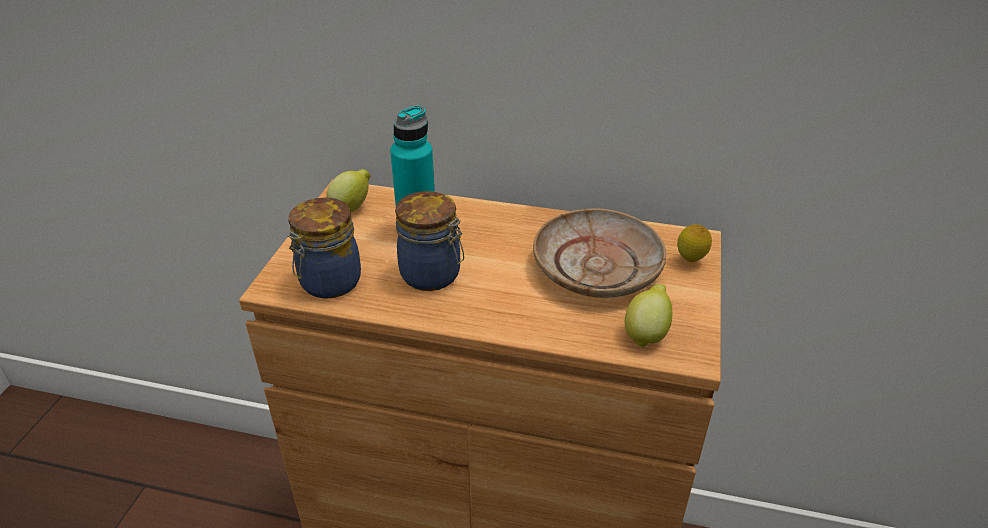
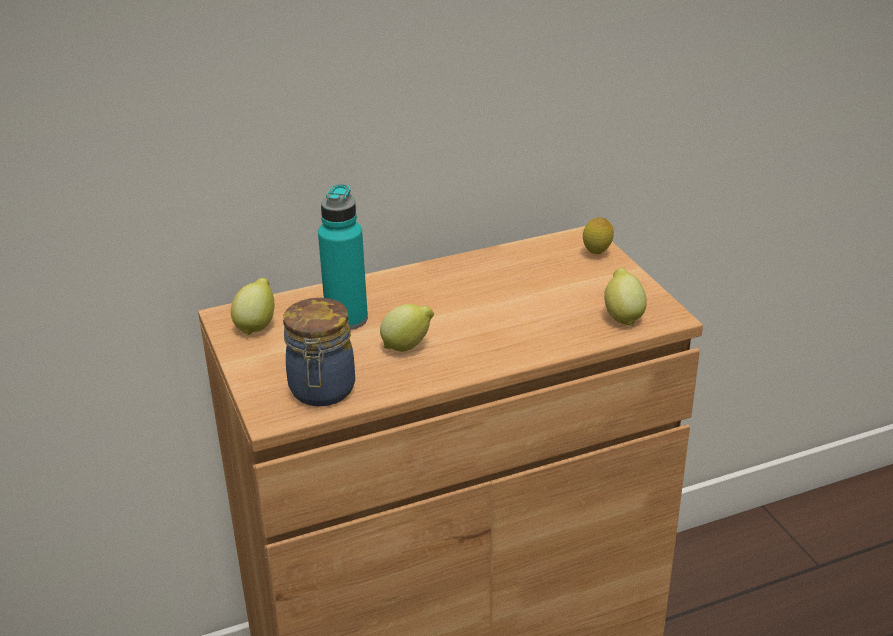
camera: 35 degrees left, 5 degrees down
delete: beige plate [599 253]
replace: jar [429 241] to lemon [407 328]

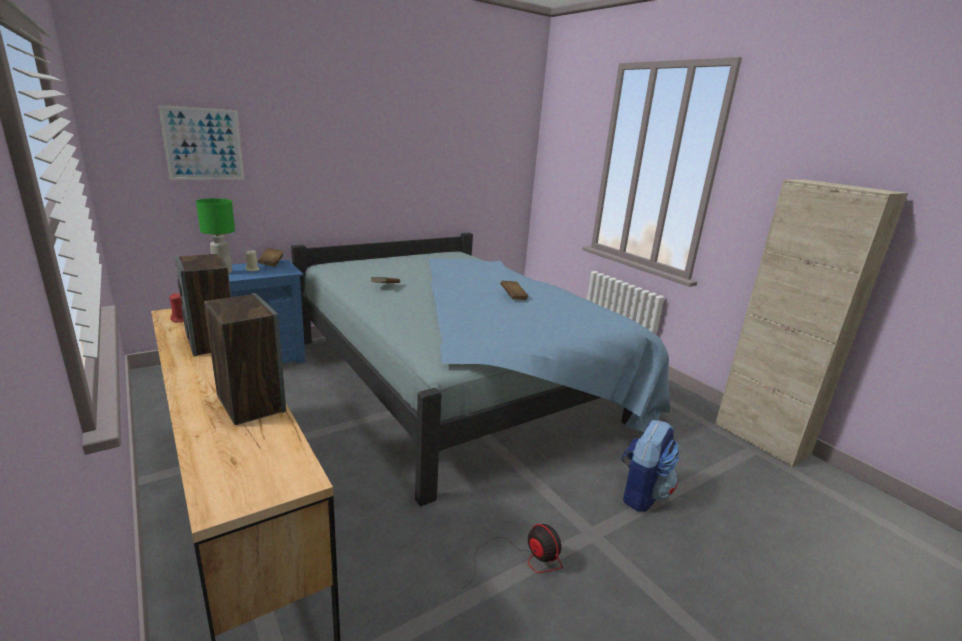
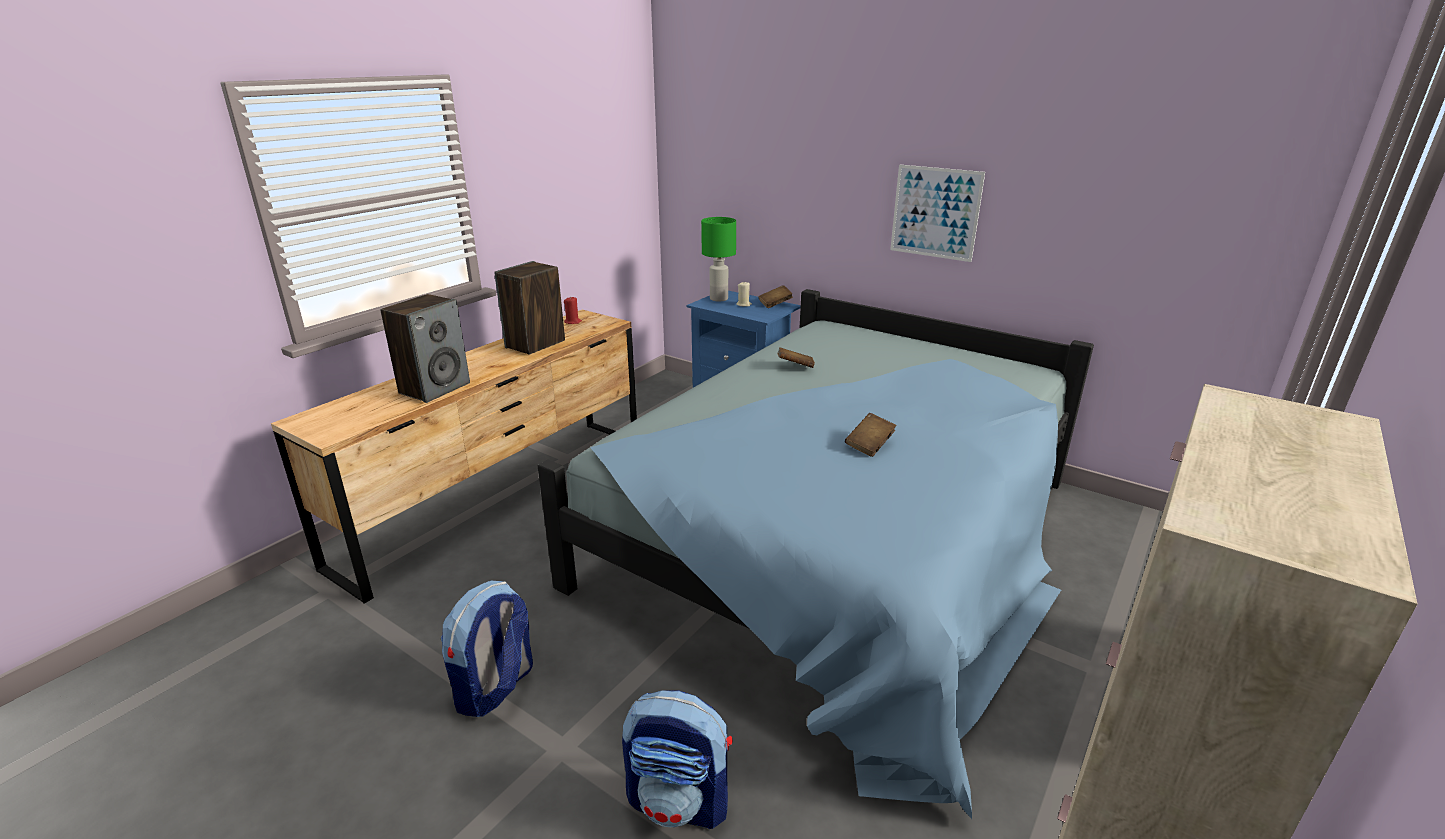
camera: 70 degrees right, 5 degrees up
move: picture [201 142] to [937 213]
replace: fan [511 557] to backpack [487 649]

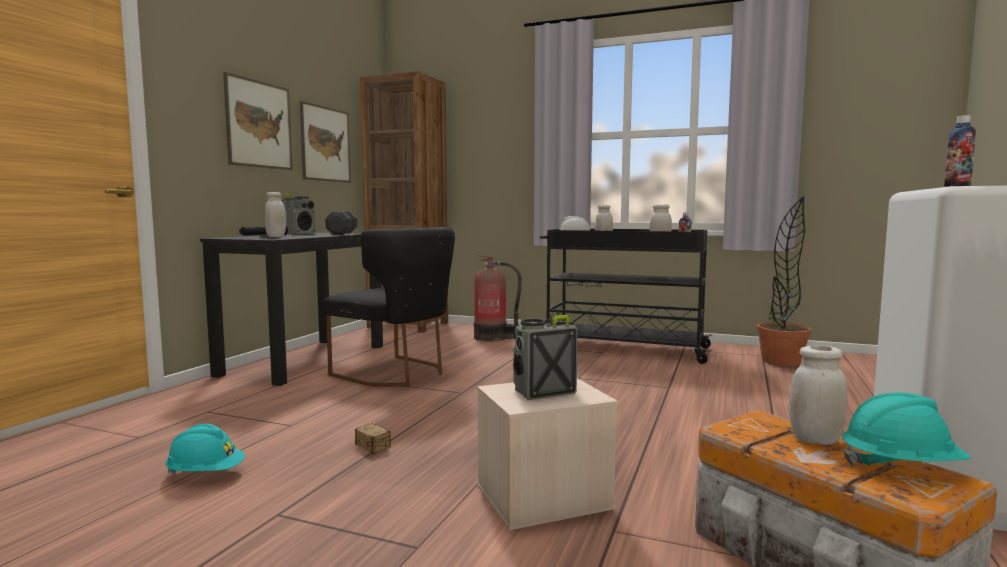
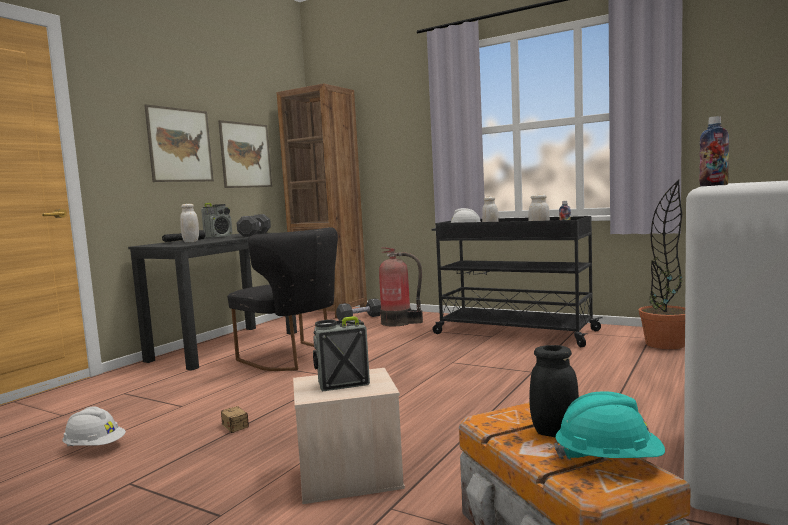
camera: 10 degrees right, 0 degrees up
insert: black dumbbell [358 309]
recolor: turquoise hard hat [205 448] to white hard hat [94 426]; white jar [818 395] to black jar [554 391]

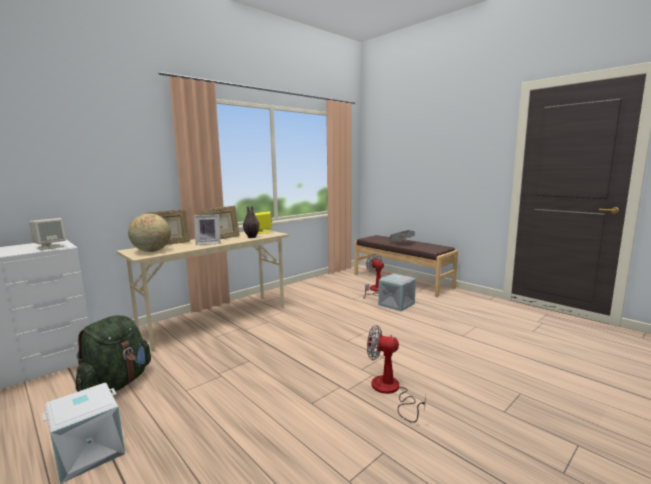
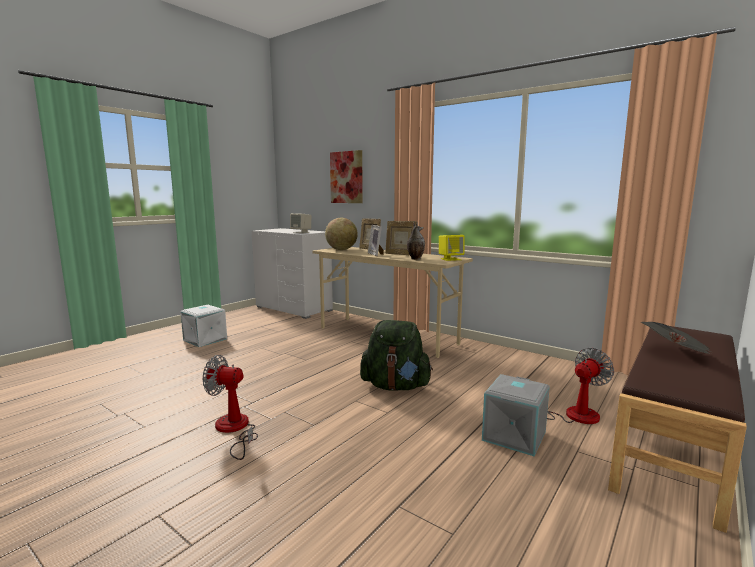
camera: 80 degrees right, 0 degrees up
insert: picture [346 176]
move: green backpack [113 354] to [396 355]
rotate: fan [396 374] = [230 407] 90 degrees counterclockwise

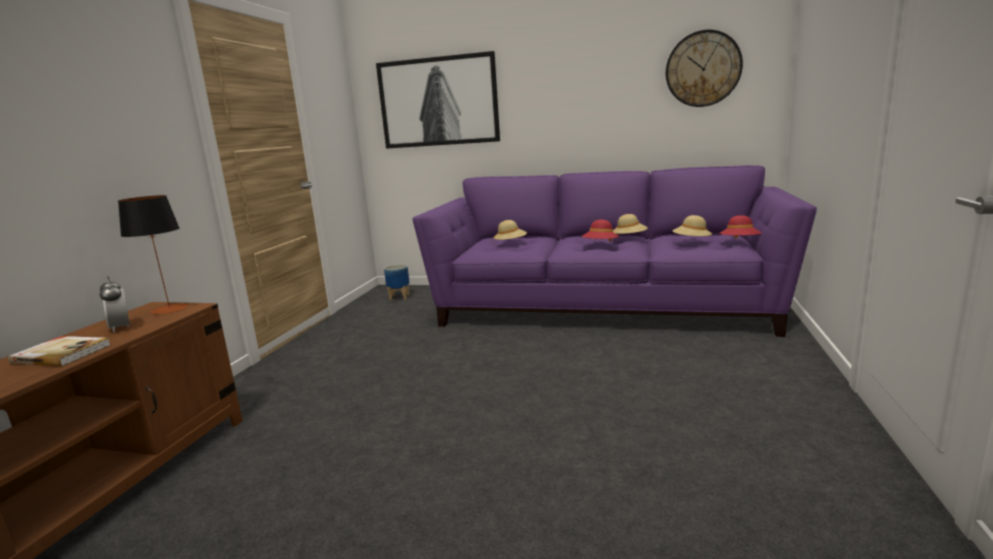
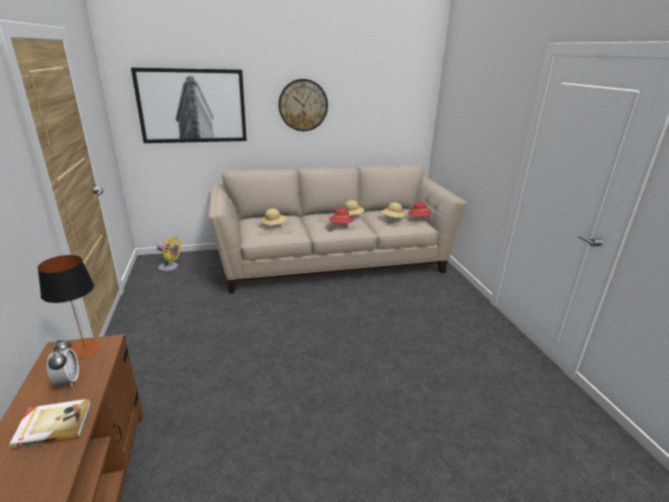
camera: 30 degrees left, 10 degrees up
move: wall clock [704 68] to [303 105]
replace: planter [397 282] to yellow fan [169 254]
recolor: purple sofa [614 251] to beige sofa [338 229]
rotate: alarm clock [114 304] = [63 363] 135 degrees counterclockwise

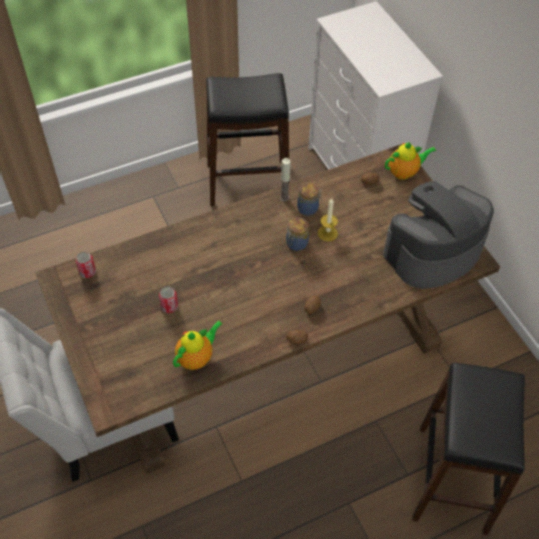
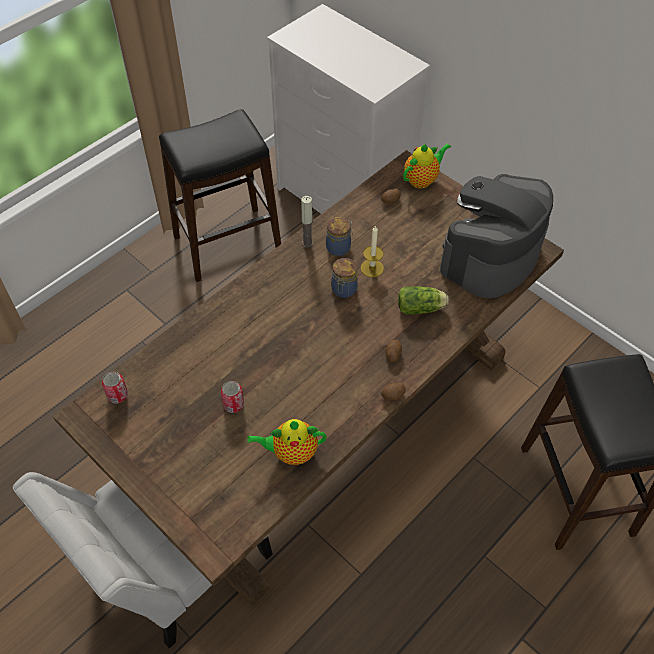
camera: 20 degrees left, 0 degrees up
insert: lettuce [423 300]
rotate: teapot [197 345] = [287 442] 120 degrees counterclockwise

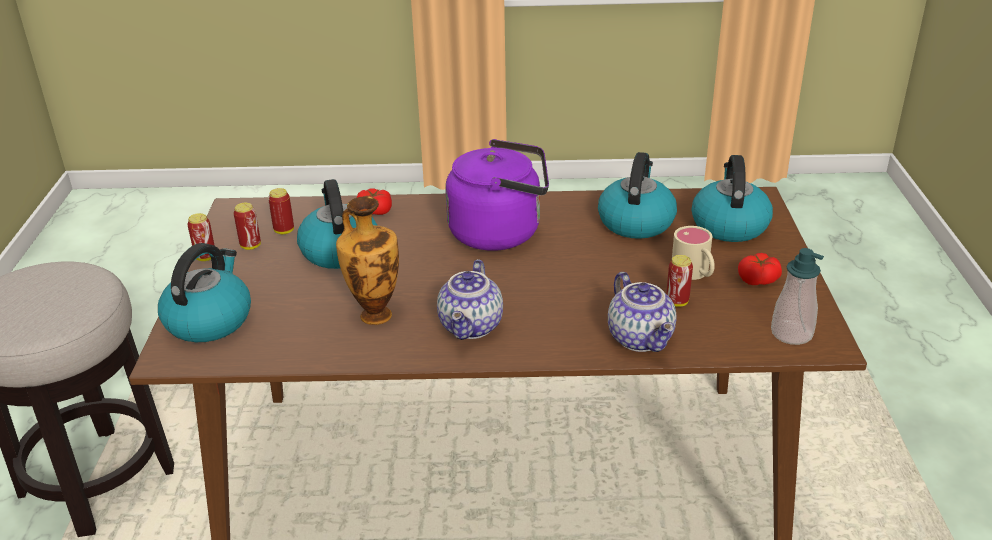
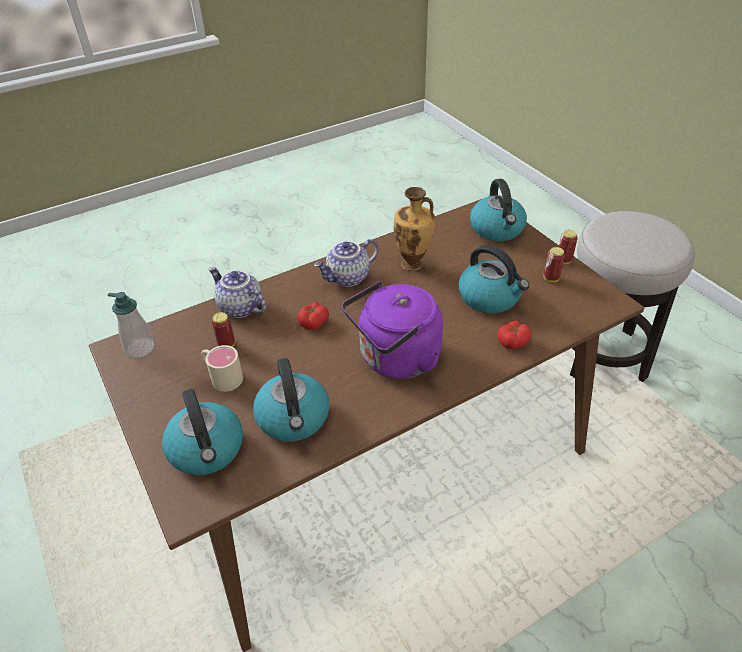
camera: 150 degrees right, 10 degrees up
delete: can [281 211]
move: tomato [760 269] to [313 316]
rotate: teapot [470 299] = [346 263] 105 degrees counterclockwise

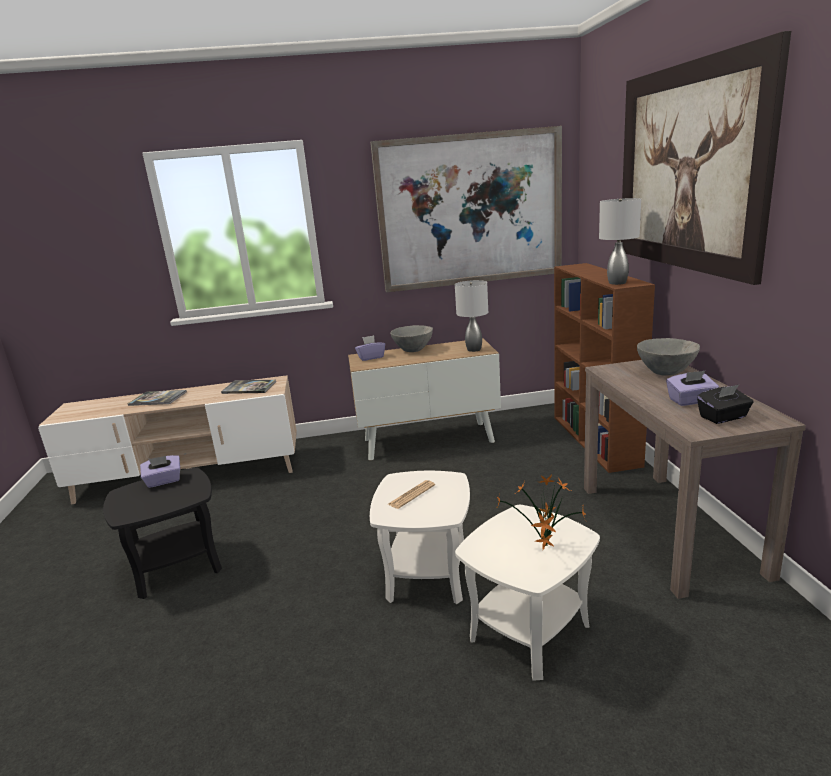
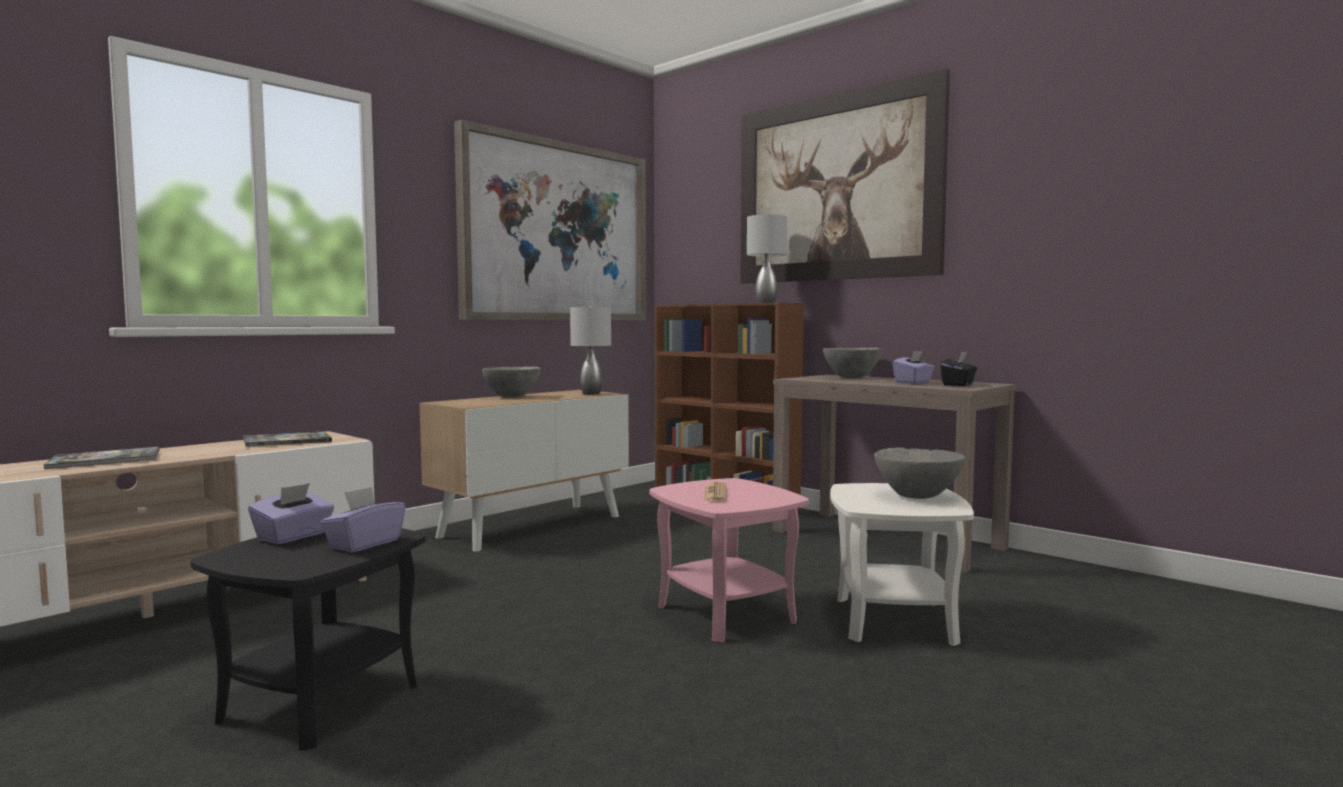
camera: 40 degrees left, 15 degrees down
move: purple tissue box [370 348] to [363 519]
replace: potted plant [541 512] to grey bowl [919 473]
recolor: white side table [420 537] to pink side table [729 560]

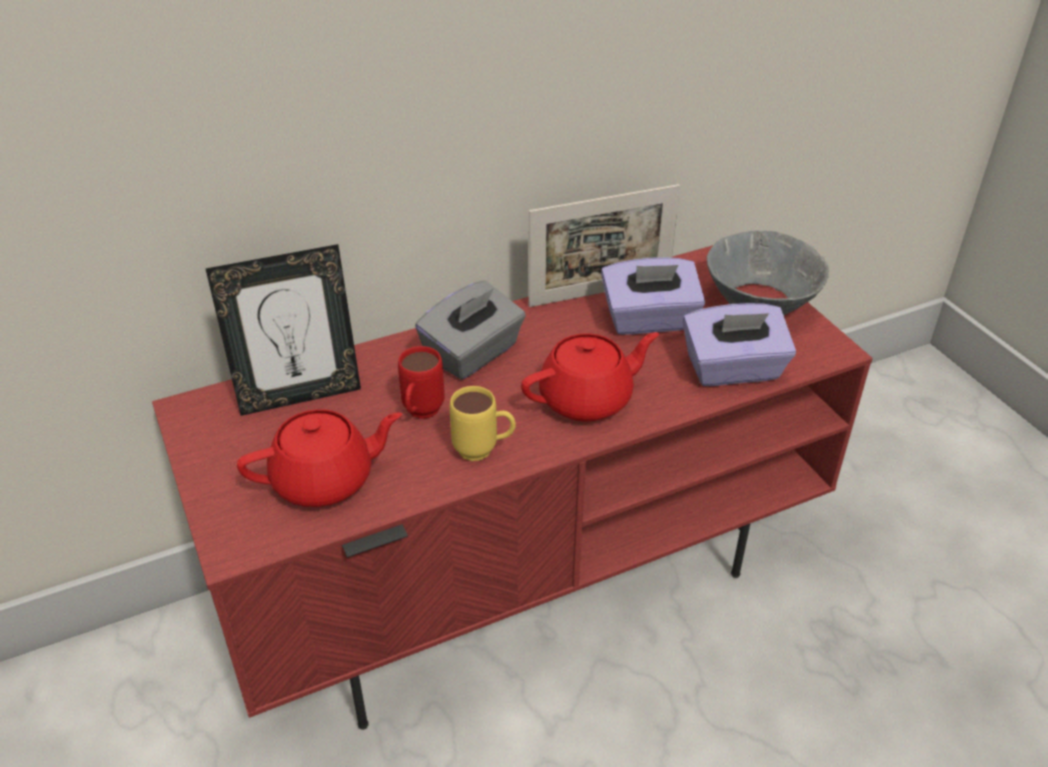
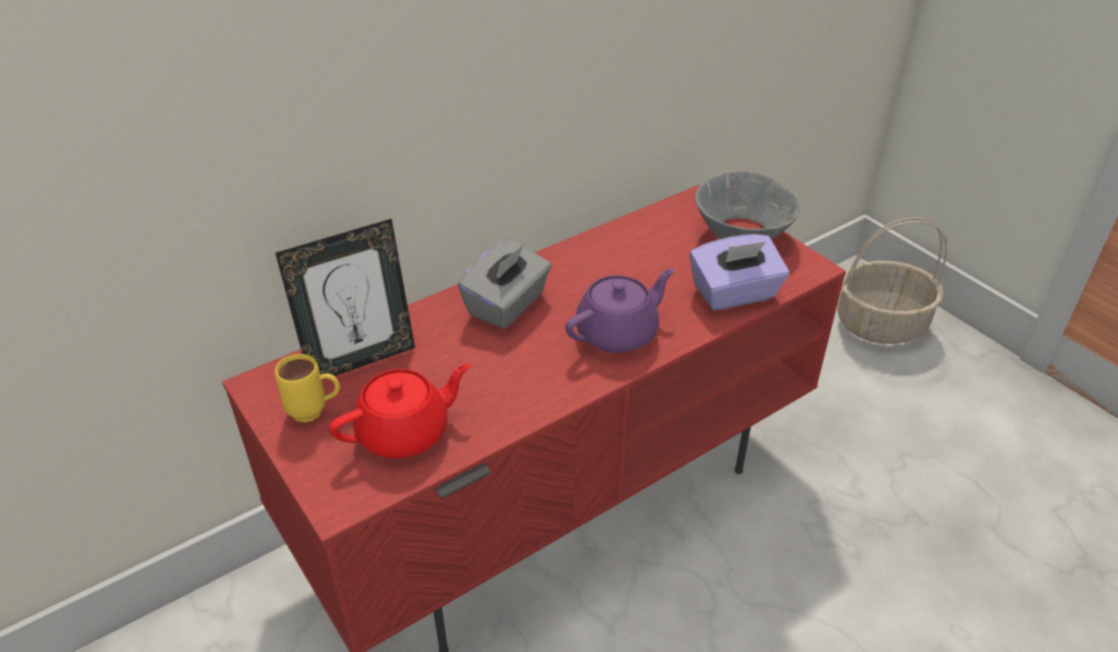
camera: 10 degrees left, 0 degrees up
delete: red mug [421 382]; picture frame [604 245]; purple tissue box [653 296]
insert: basket [892 280]
move: yellow mug [483 423] to [307 388]
recolor: red teapot [590 376] to purple teapot [619 310]

